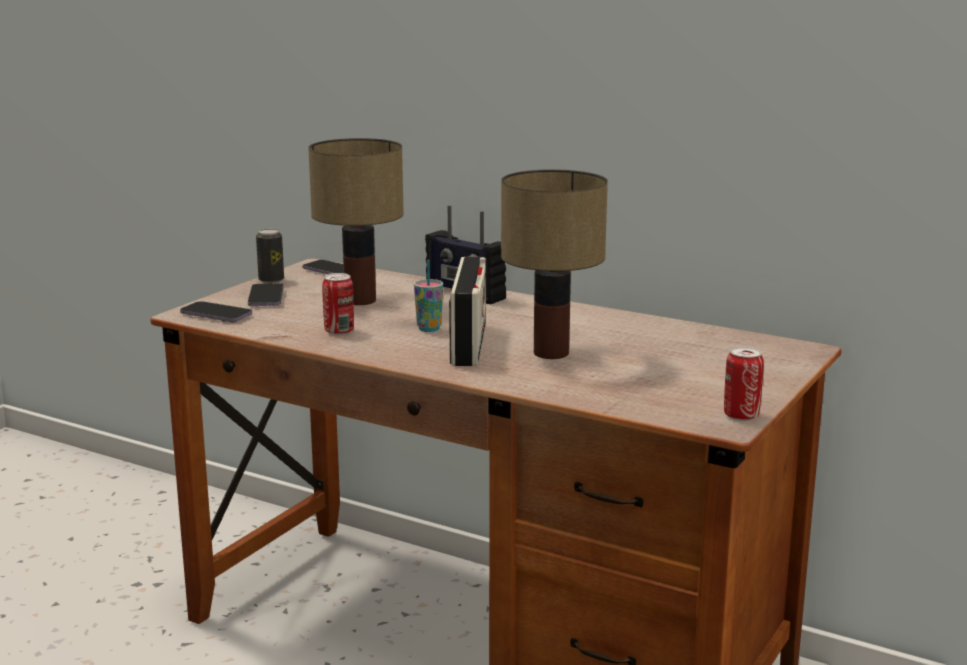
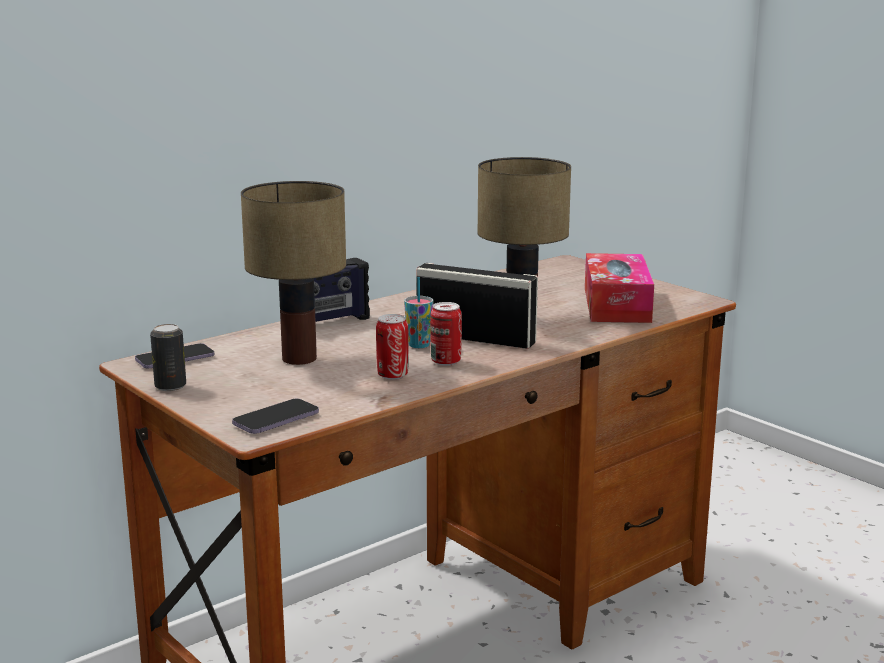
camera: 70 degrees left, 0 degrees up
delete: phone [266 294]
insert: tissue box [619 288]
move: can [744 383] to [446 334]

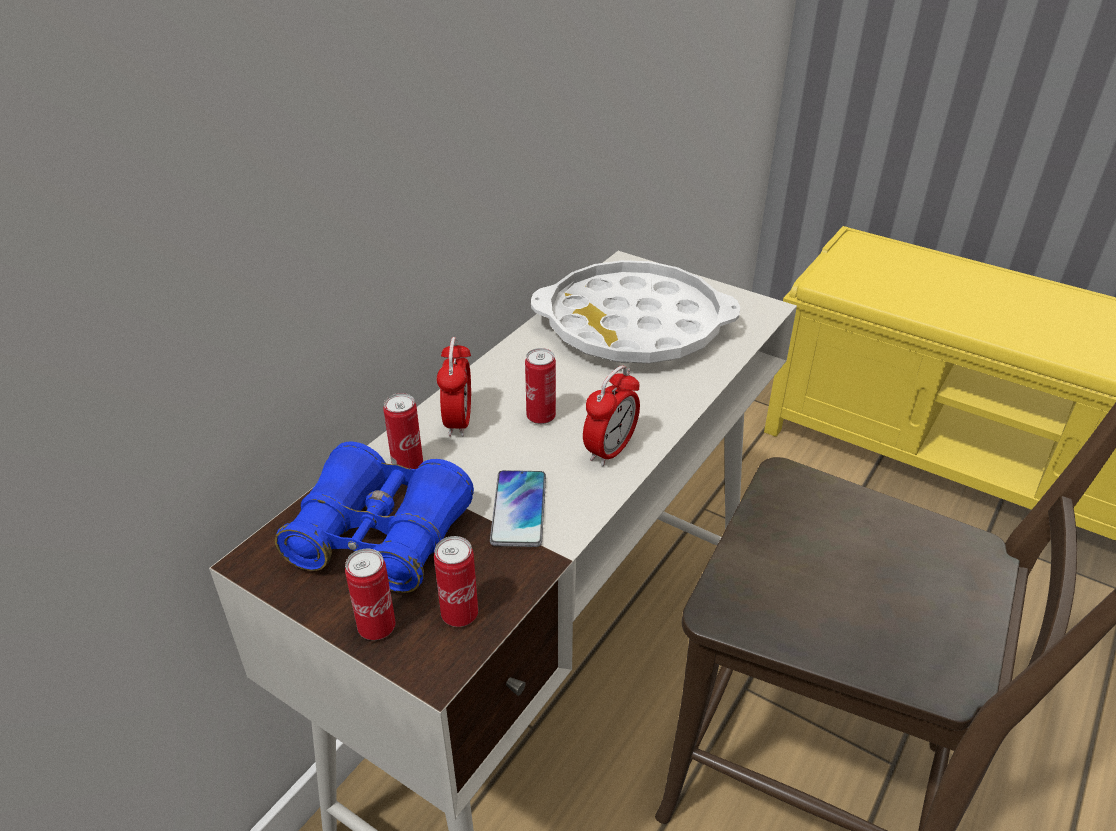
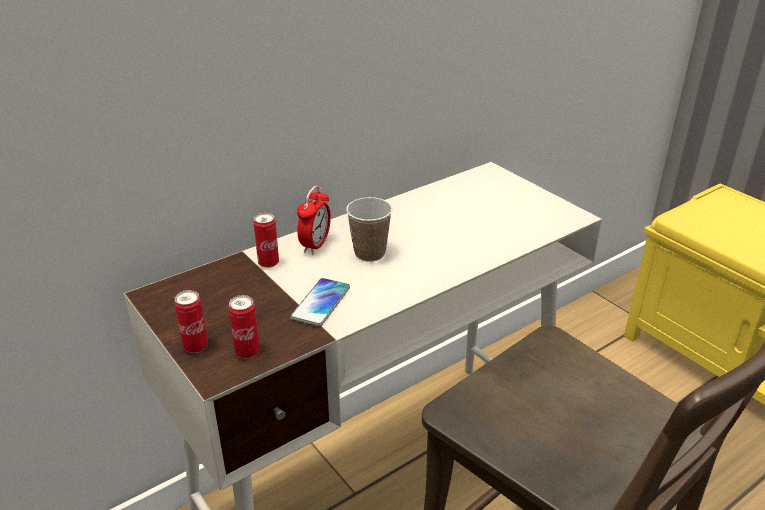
camera: 20 degrees right, 5 degrees down
delete: blue binoculars [374 517]; white tray [635 312]; alarm clock [611 416]
replace: can [540 386] to cup [369 229]

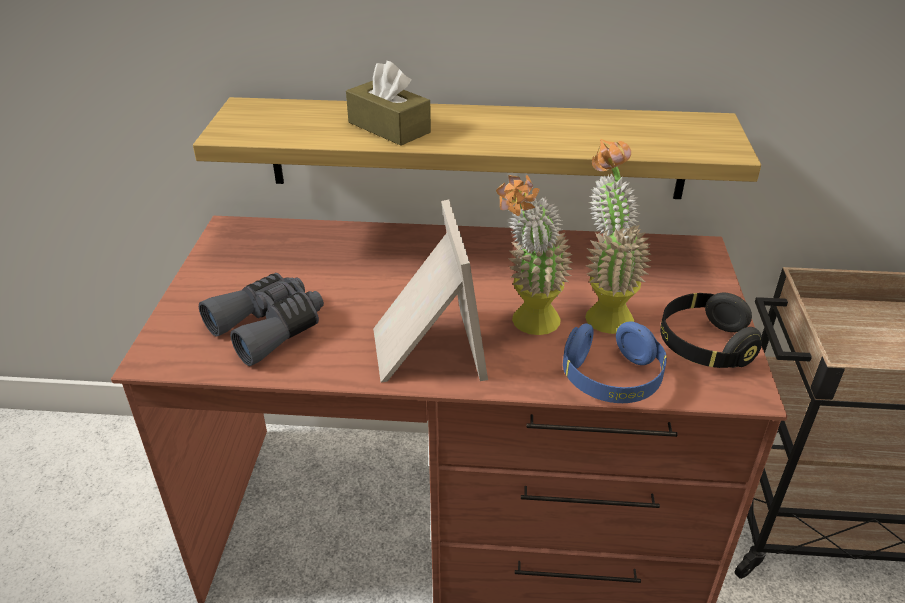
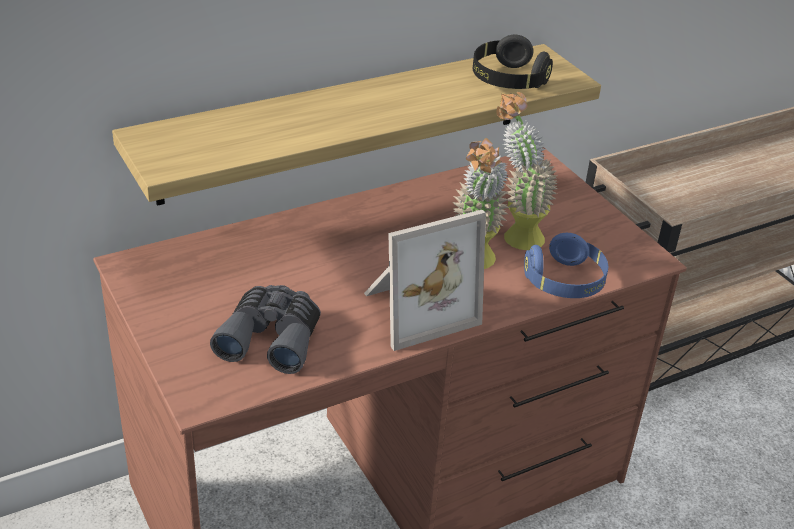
camera: 35 degrees left, 0 degrees up
delete: brown tissue box [388 103]
move: black headphones [711 330] to [513 62]
rotate: picture frame [430 291] = [425 280] 105 degrees clockwise

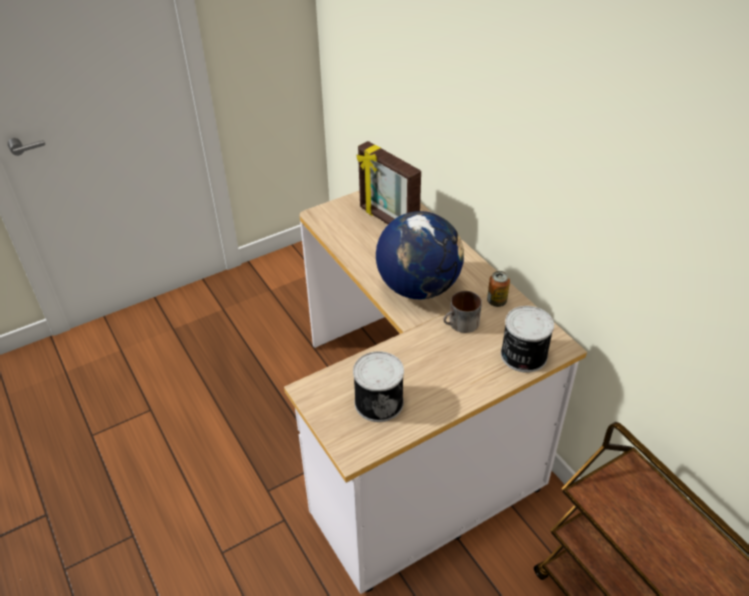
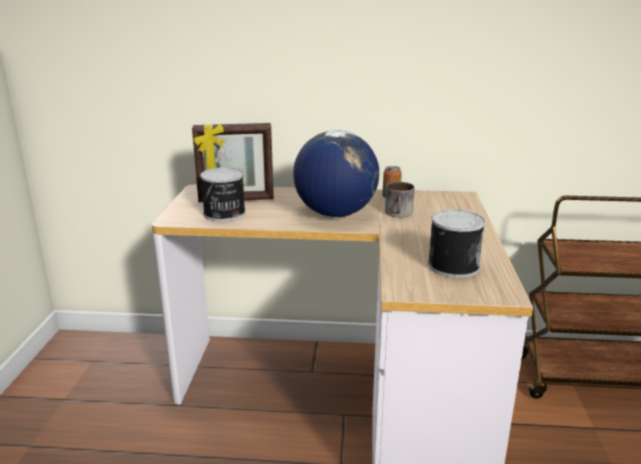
camera: 55 degrees left, 20 degrees down
move: can [527 339] to [222 194]

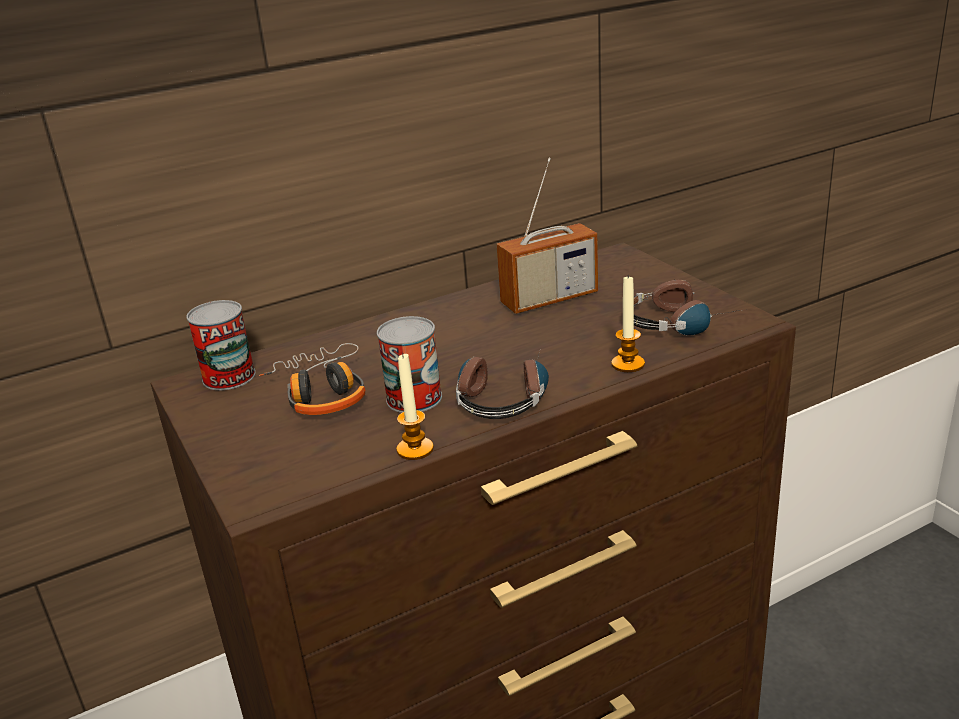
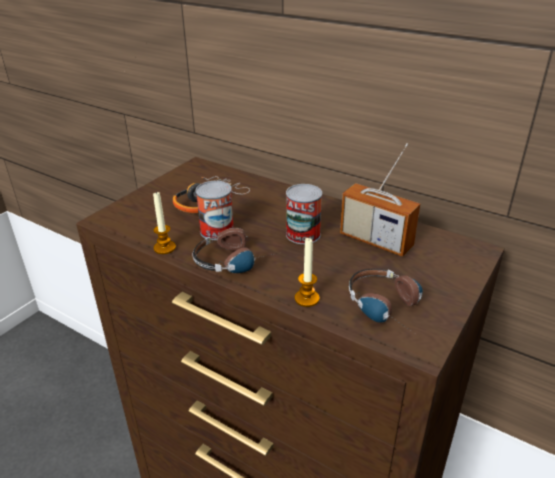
camera: 60 degrees right, 5 degrees up
move: can [221 345] to [304 214]

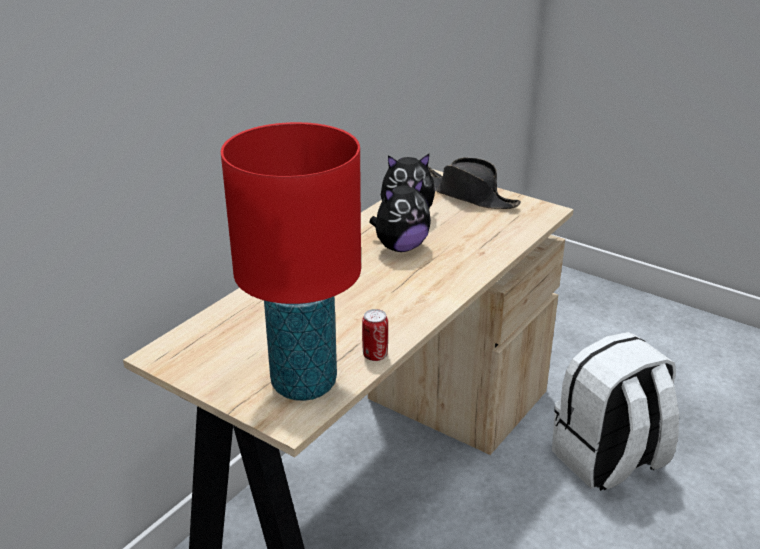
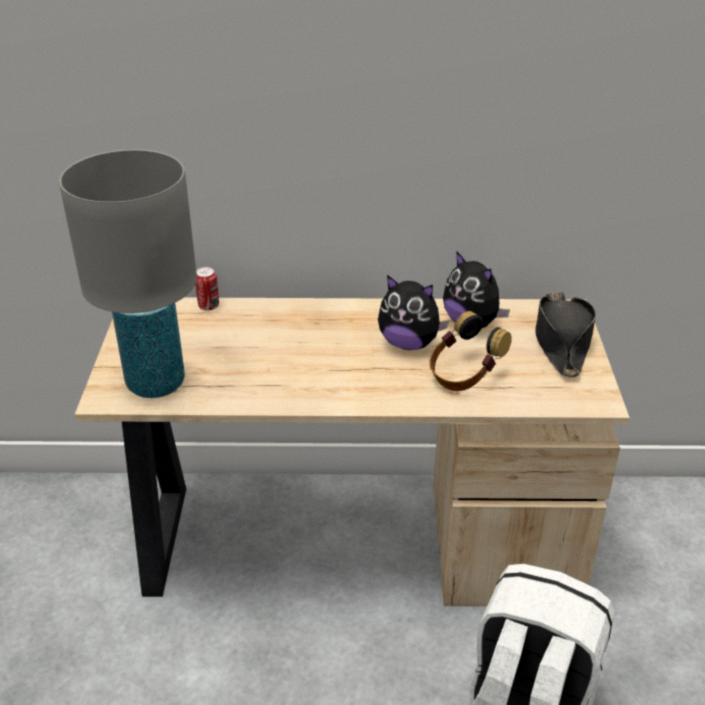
camera: 55 degrees right, 5 degrees up
insert: headphones [470 351]
move: can [375 335] to [207 289]
recolor: red table lamp [291 261] to grey table lamp [128 273]

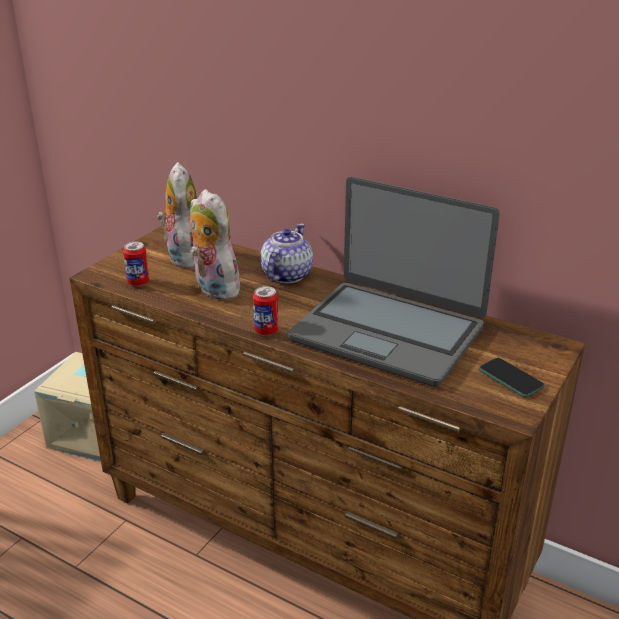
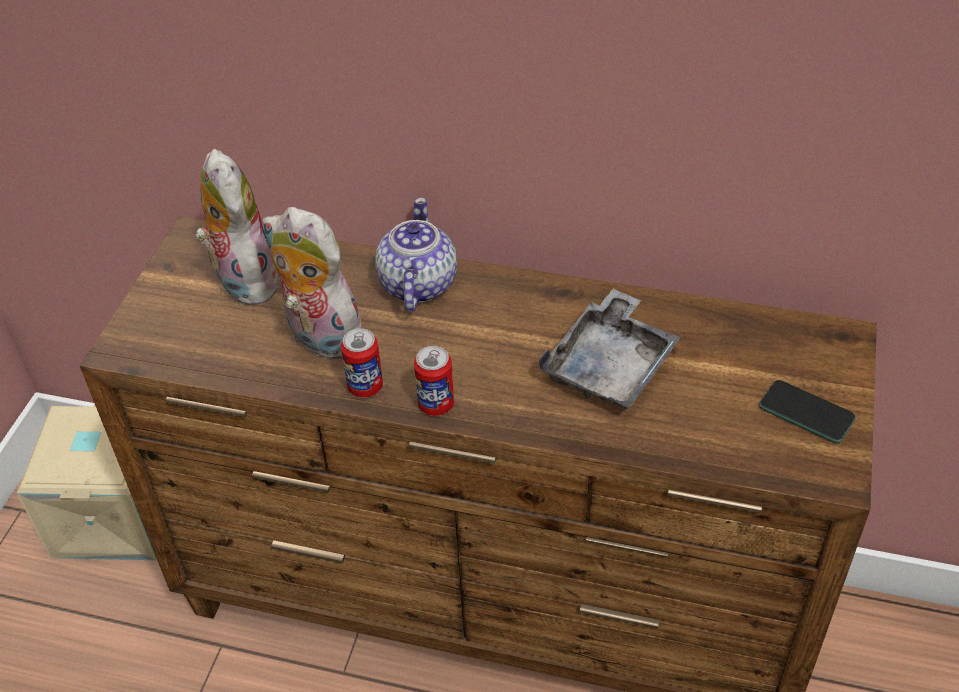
camera: 15 degrees left, 15 degrees up
move: can [136 264] to [362 363]
replace: laptop [394 282] to grey tray [610 349]

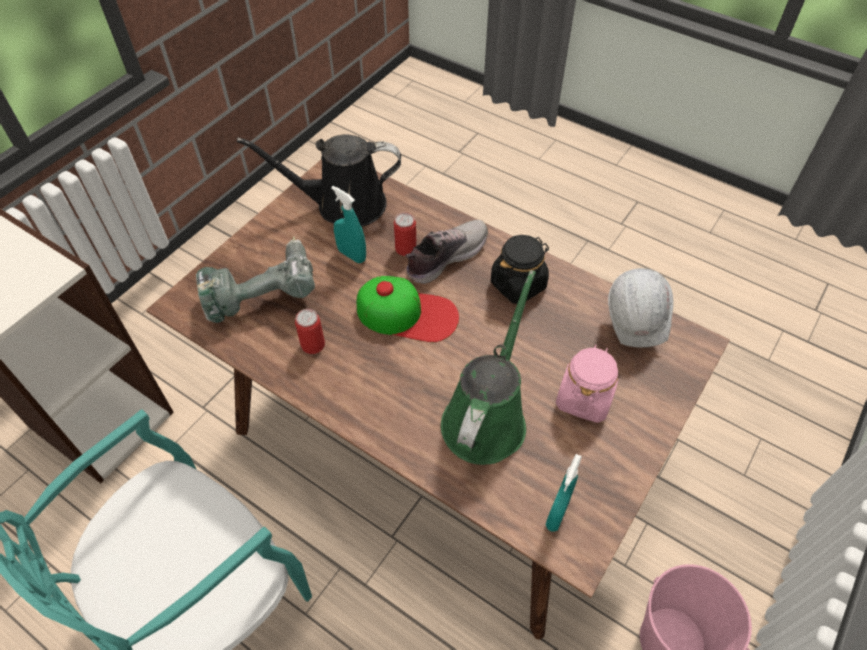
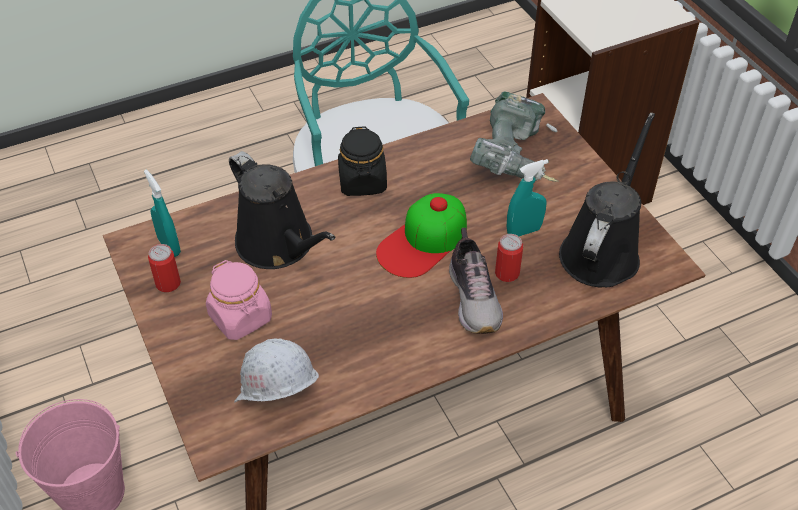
camera: 120 degrees right, 5 degrees down
move: can [310 331] to [164 268]; black jar [520 269] to [362 161]
recolor: green watering can [488 367] to black watering can [282 210]

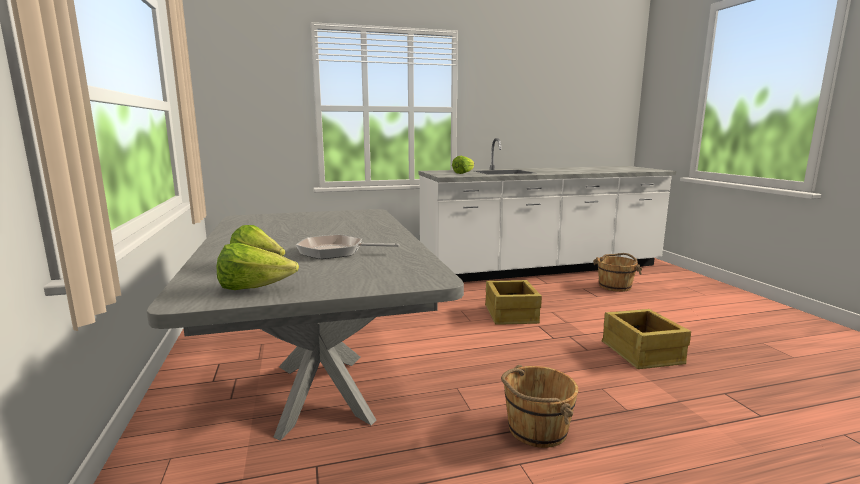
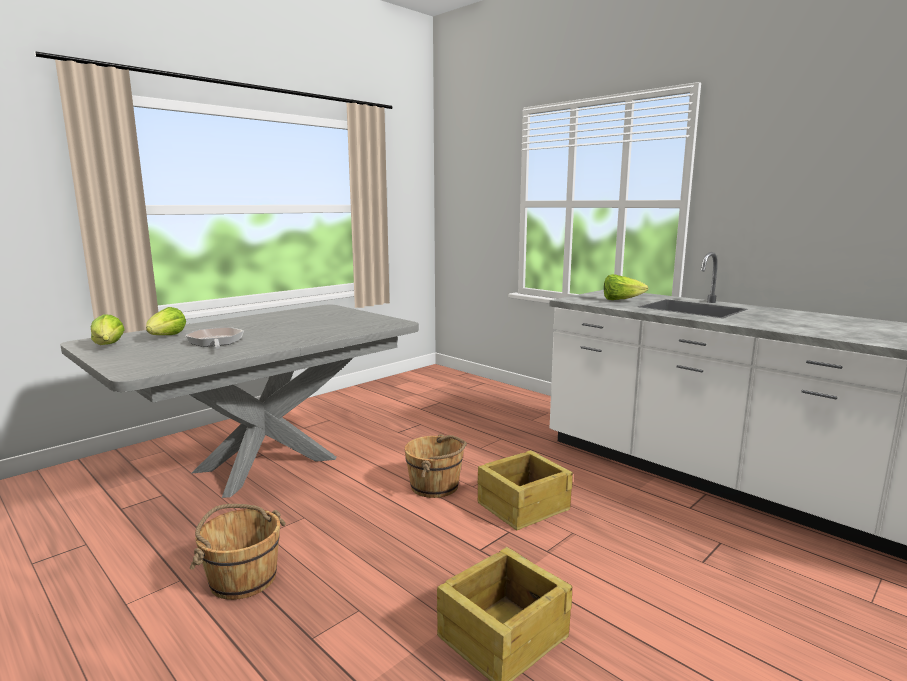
camera: 60 degrees right, 0 degrees up
move: brown bucket [617 272] to [435 466]

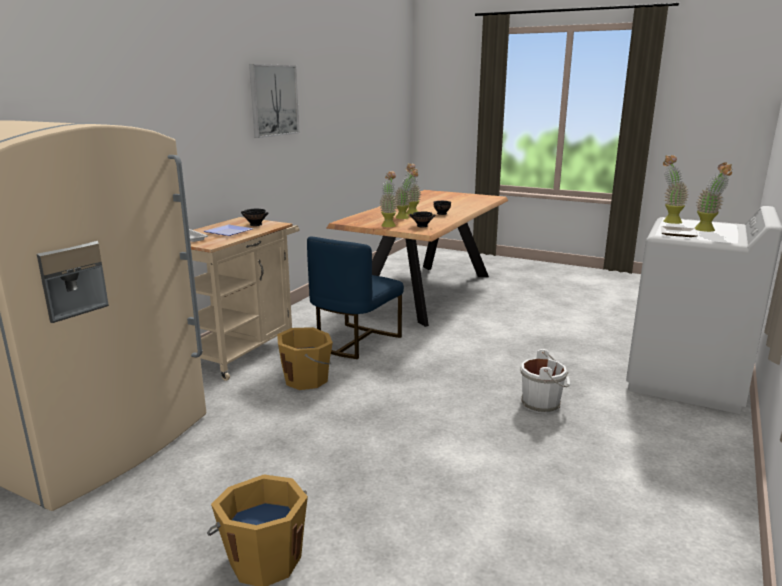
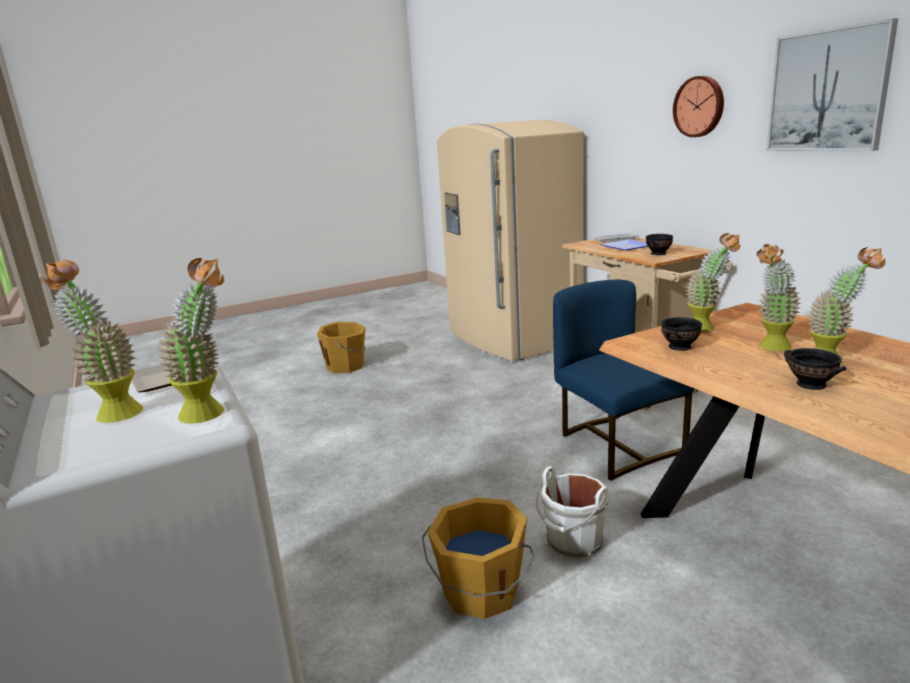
camera: 125 degrees right, 0 degrees up
insert: wall clock [698 106]
move: orange bucket [305 358] to [478 558]; white bucket [545 381] to [572 512]

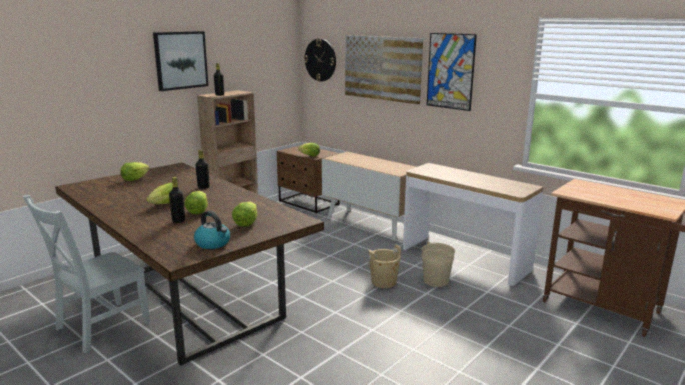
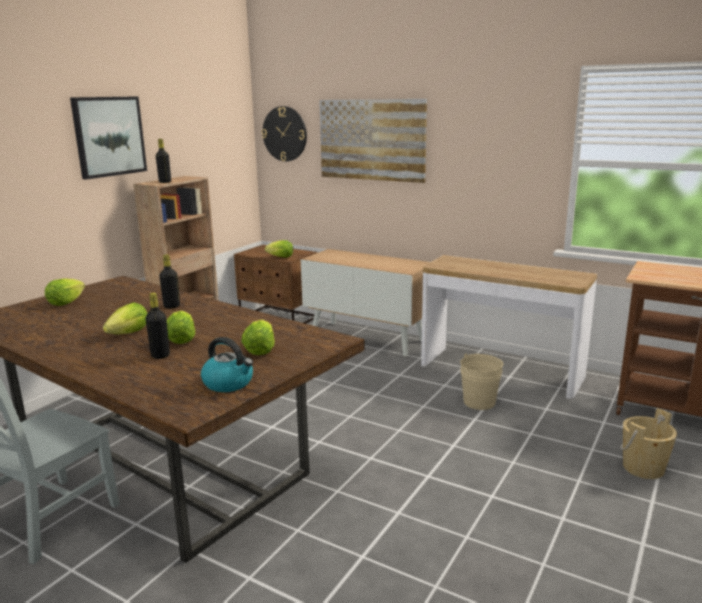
camera: 10 degrees left, 0 degrees up
delete: picture [452 72]
move: beige bucket [384 266] to [648 443]

